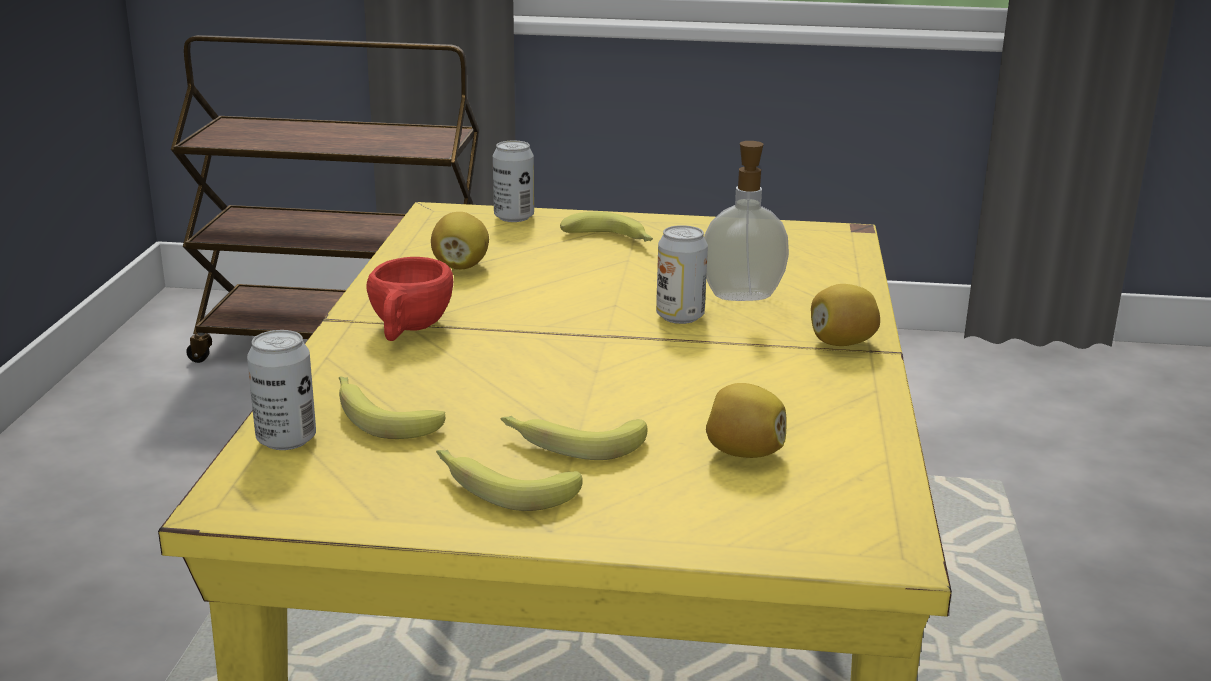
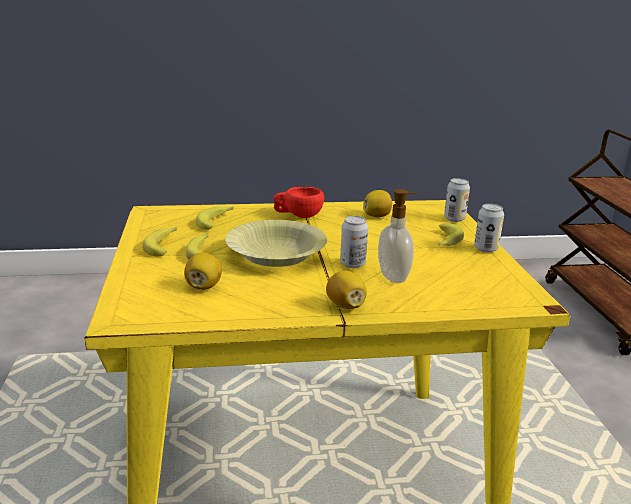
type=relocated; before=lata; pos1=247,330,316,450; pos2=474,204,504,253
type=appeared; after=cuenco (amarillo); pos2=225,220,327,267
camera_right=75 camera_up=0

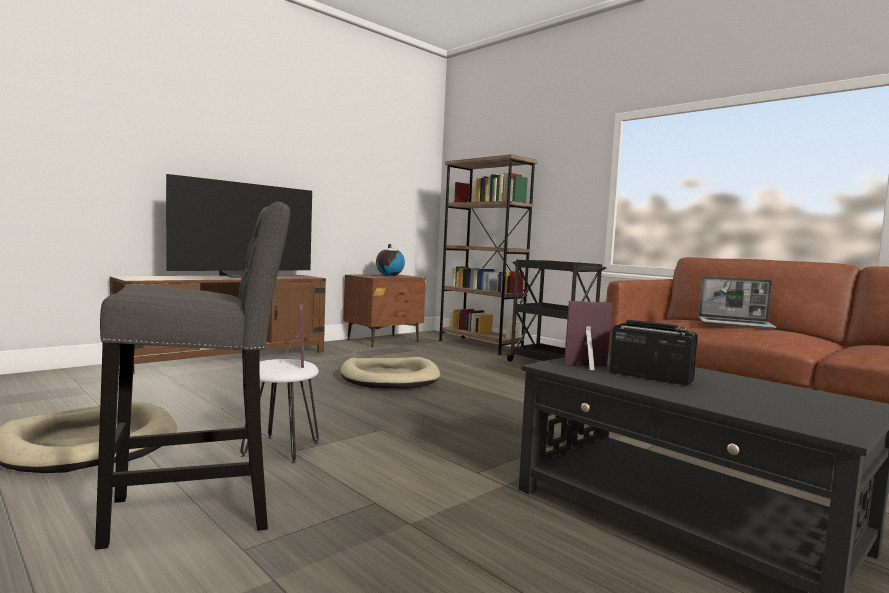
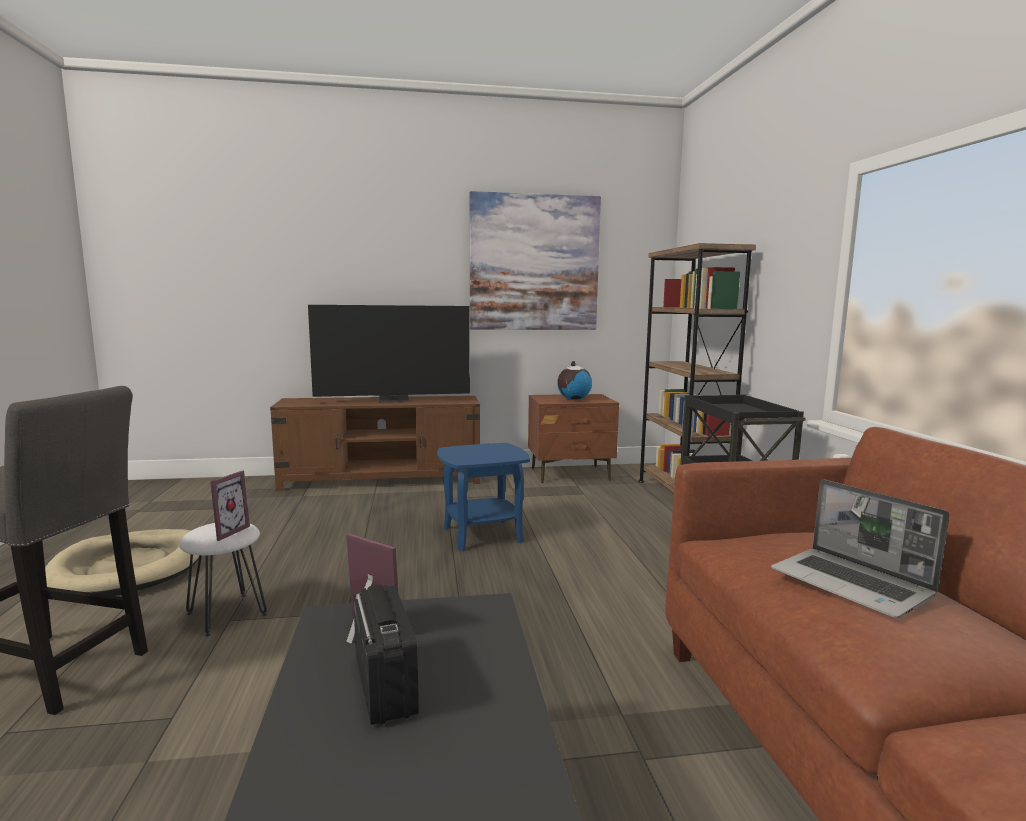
type=exchanged; before=cama para perro (beis); after=mesa auxiliar (azul); pos1=341,357,440,389; pos2=438,443,530,551
type=appeared; after=cuadro; pos2=469,191,601,330
camera_right=35 camera_up=5

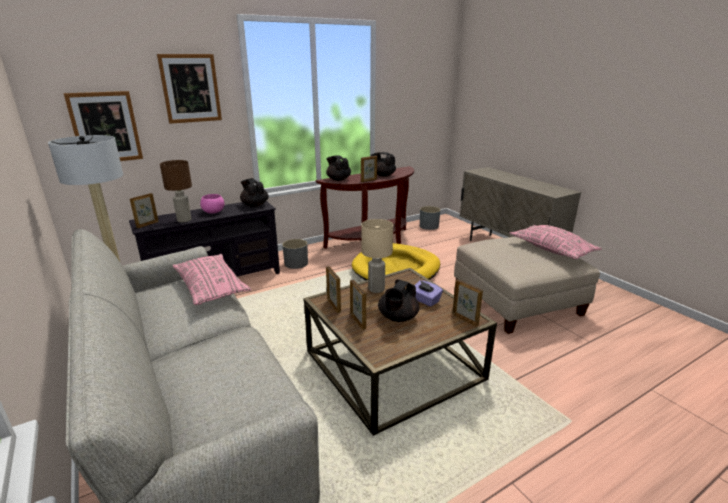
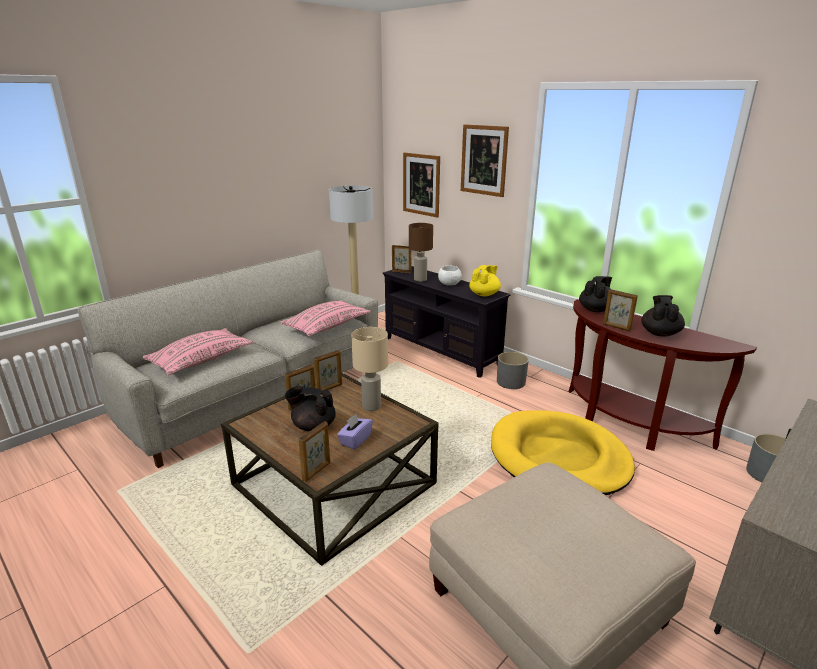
type=colour; before=cuenco (rosa); after=cuenco (blanco); pos1=200,194,224,214; pos2=438,266,462,286
type=colour; before=tetera (negro); after=tetera (amarillo); pos1=240,178,269,207; pos2=469,265,501,296
type=relocated; before=cojín (rosa); pos1=510,225,602,259; pos2=143,328,253,375
camera_right=75 camera_up=0

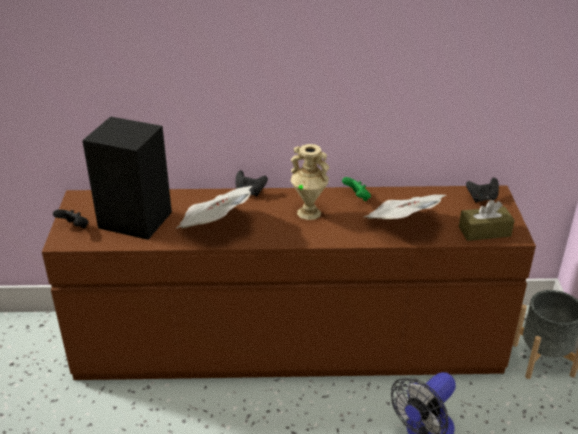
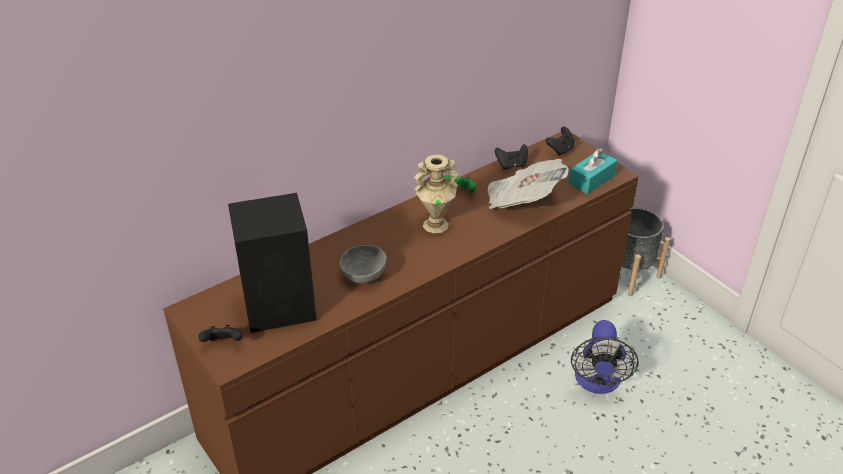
type=exchanged; before=periódico; after=cuenco (gris); pos1=176,186,252,229; pos2=339,245,387,283
type=relocated; before=mando de consola (negro); pos1=236,170,268,196; pos2=495,144,528,170
type=colour; before=caja de pañuelos (marrón); after=caja de pañuelos (turquesa); pos1=459,200,515,241; pos2=569,148,617,194
camera_right=-35 camera_up=5

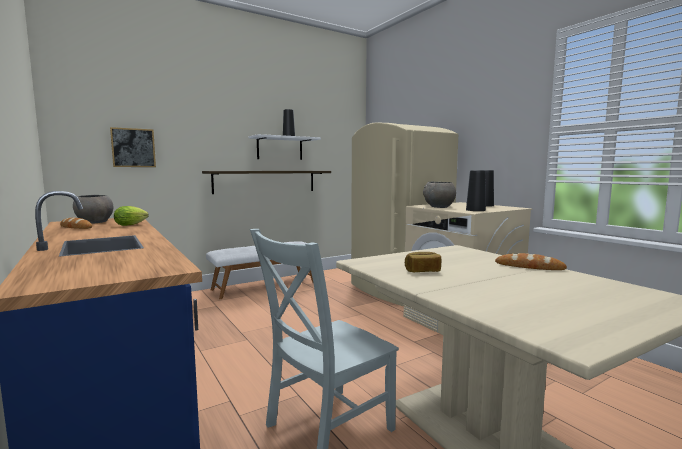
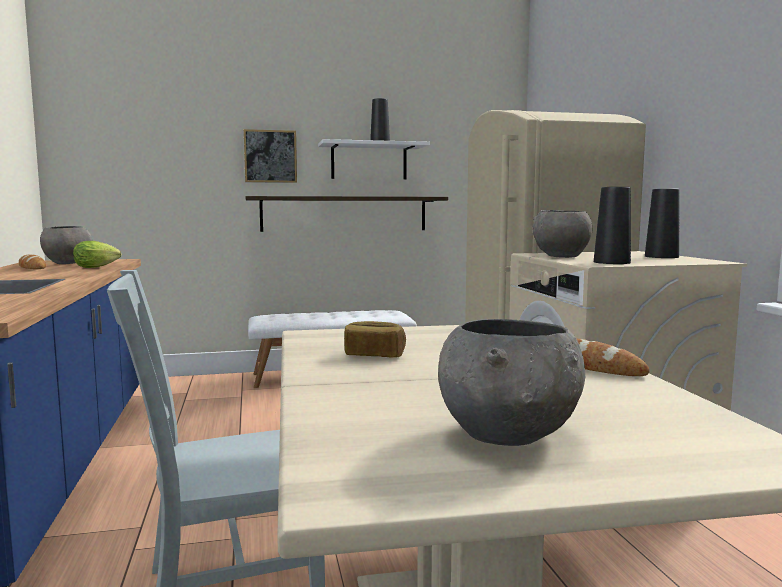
type=relocated; before=cuadro; pos1=110,127,156,167; pos2=244,129,297,183
type=appeared; after=cuenco (gris); pos2=438,319,585,446
camera_right=20 camera_up=0

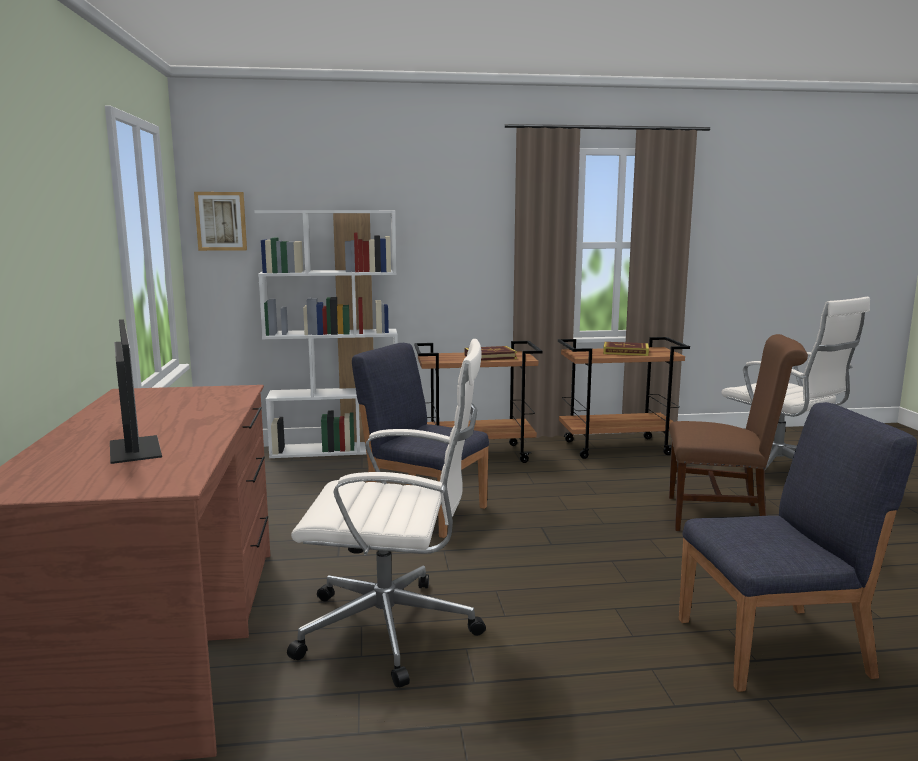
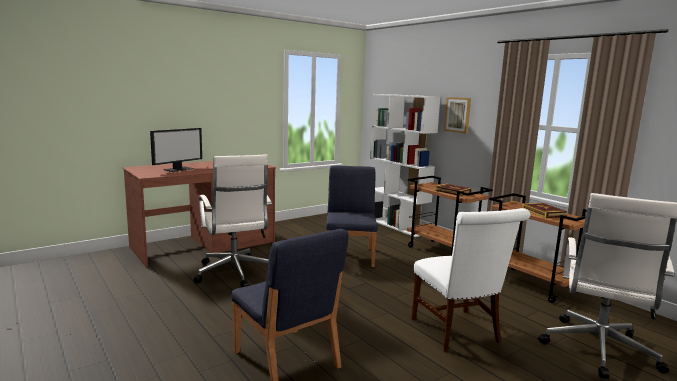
type=relocated; before=cuadro; pos1=194,192,247,251; pos2=444,97,471,134
type=colour; before=silla (marrón); after=silla (blanco); pos1=669,334,808,531; pos2=411,208,531,352
camera_right=60 camera_up=0

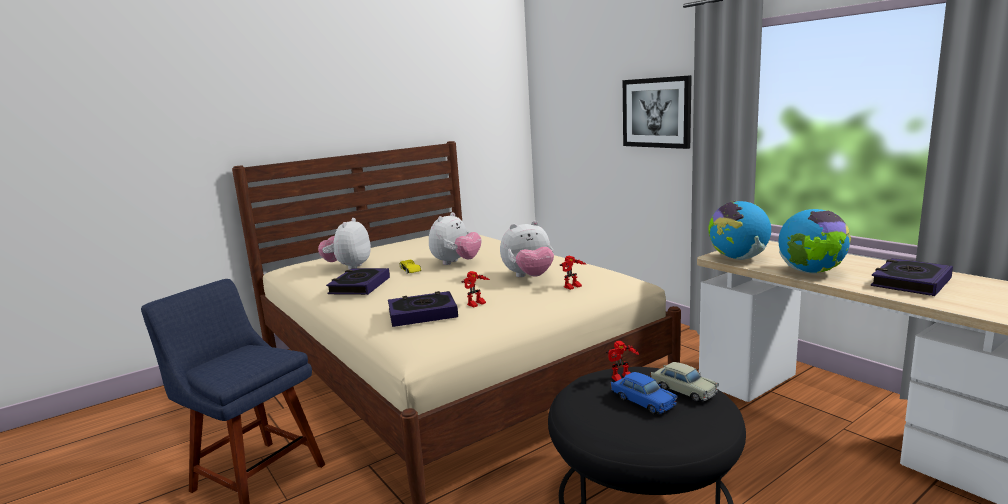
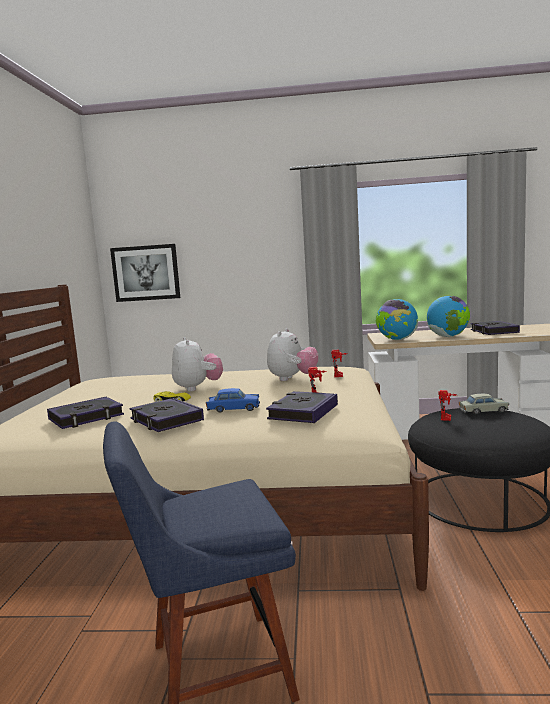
type=exchanged; before=peluche; after=libro; pos1=318,218,371,270; pos2=47,397,124,429
type=relocated; before=coche de juguete (azul); pos1=610,372,678,414; pos2=206,388,260,413
type=relocated; before=cuadro; pos1=623,75,692,149; pos2=110,244,180,302
camera_right=-50 camera_up=-5

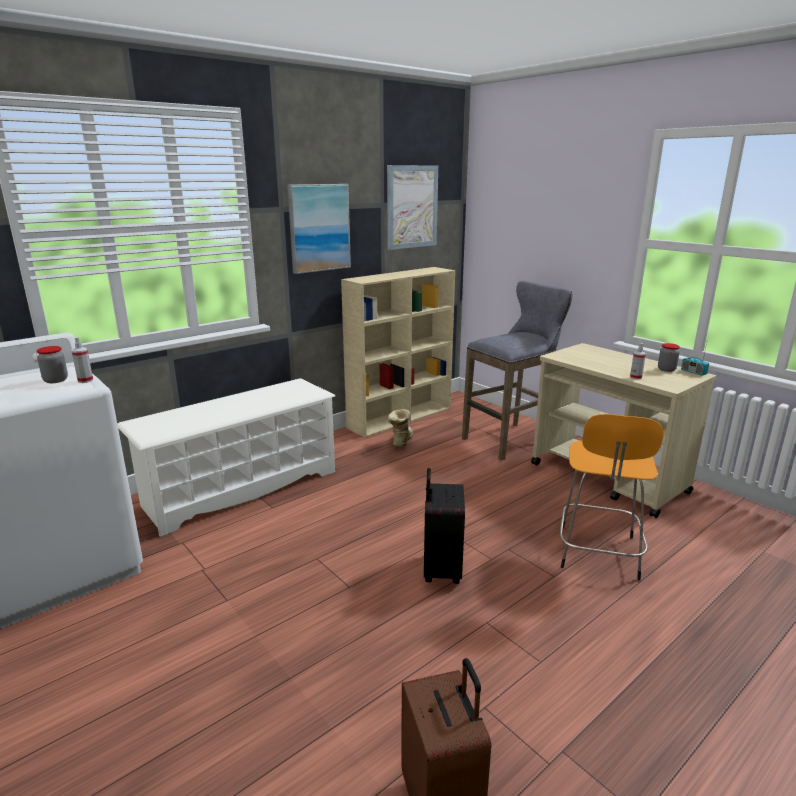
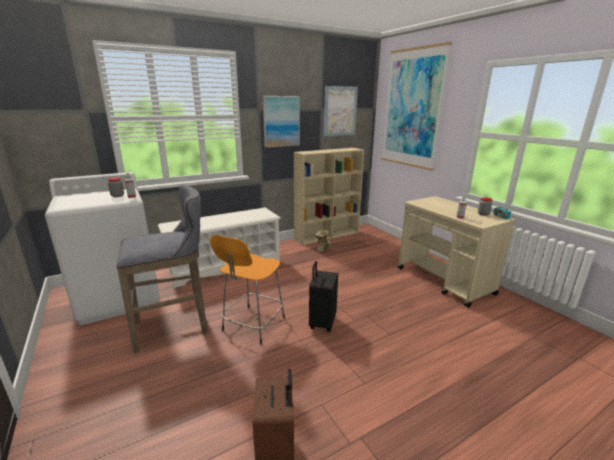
type=relocated; before=taburete (gris); pos1=462,281,572,461; pos2=116,184,208,353
type=relocated; before=taburete (naranja); pos1=560,414,664,580; pos2=210,235,285,344
type=appeared; after=cuadro; pos2=381,42,452,171
camera_right=10 camera_up=0

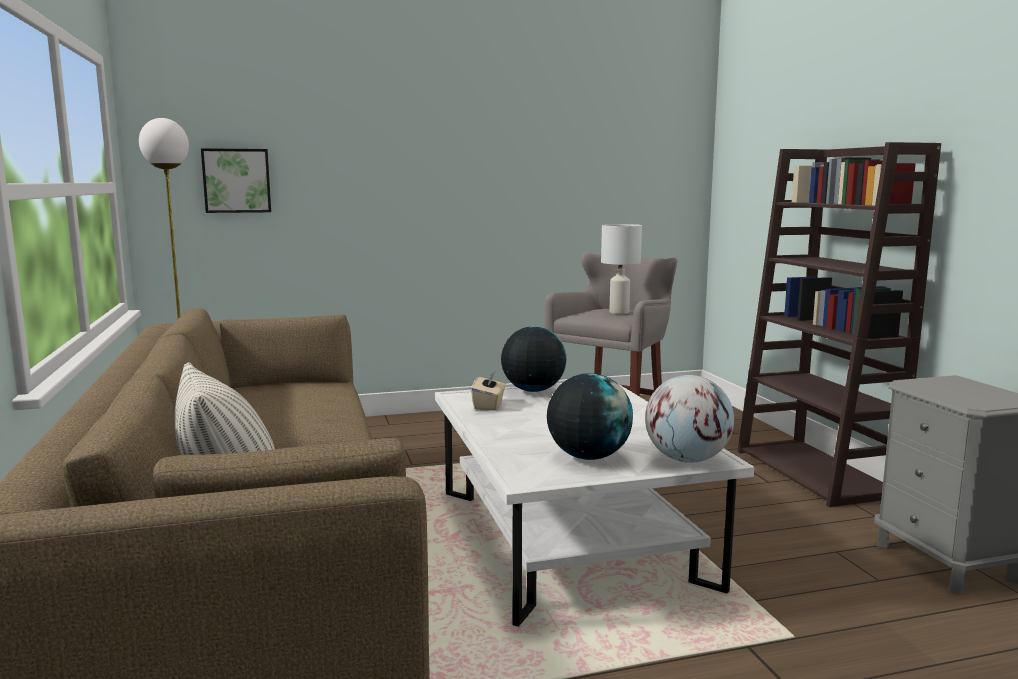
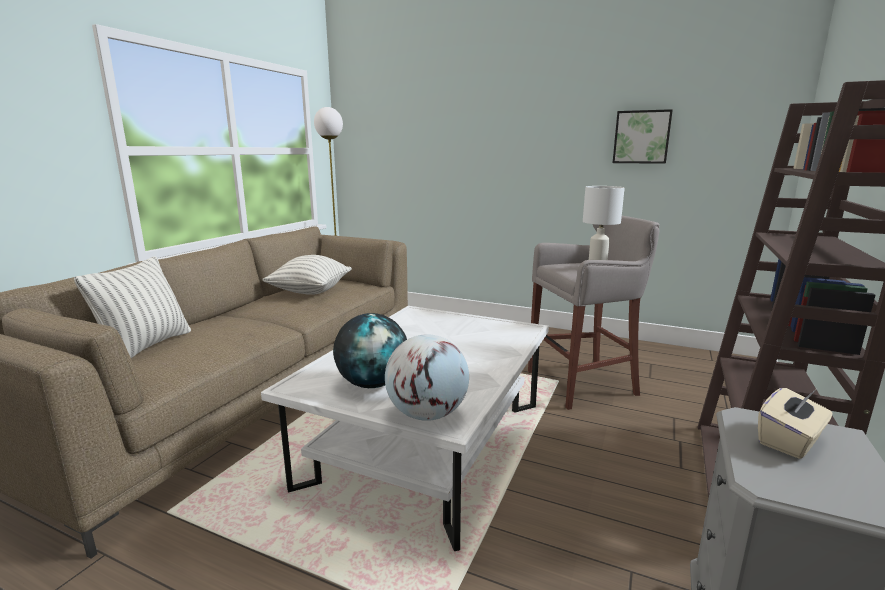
type=relocated; before=cuadro; pos1=201,148,271,213; pos2=613,109,673,164
type=relocated; before=caja de pañuelos (beis); pos1=471,372,506,411; pos2=758,388,833,459
type=missing; before=globo terráqueo; pos1=501,326,566,392
type=appeared; after=cojín; pos2=262,255,352,295
camera_right=40 camera_up=5

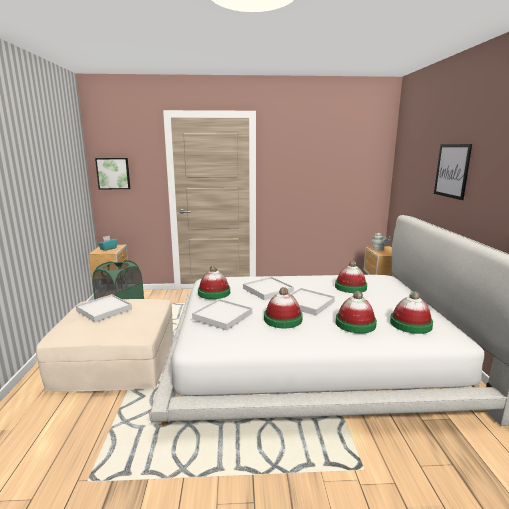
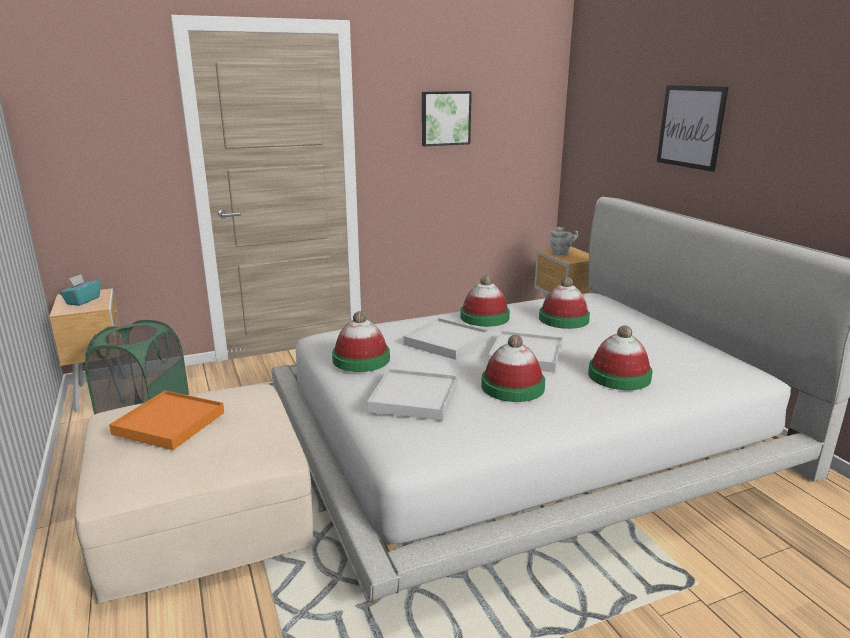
type=colour; before=bandeja (blanco); after=bandeja (naranja); pos1=76,294,132,322; pos2=109,391,224,450
type=relocated; before=cuadro; pos1=95,158,130,189; pos2=422,91,472,146
type=relocated; before=sombrero; pos1=390,291,433,334; pos2=460,275,510,327
camera_right=-20 camera_up=5

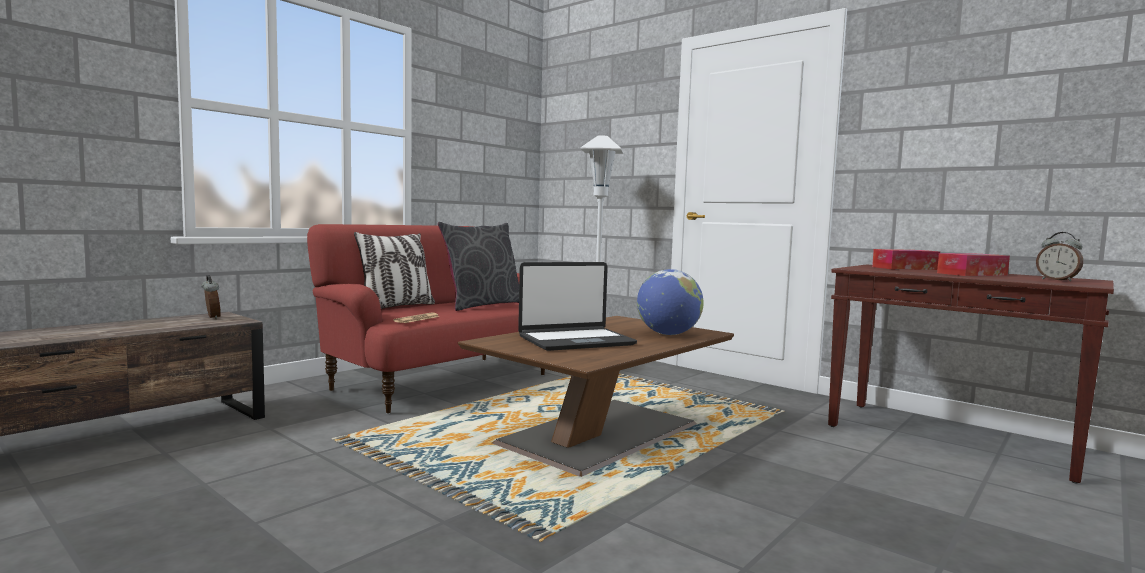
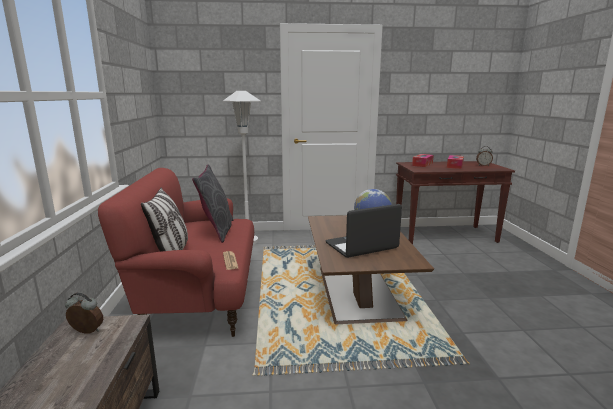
type=spun; before=portátil; pos1=518,262,637,351; pos2=325,204,402,258; turn=-135
camera_right=-45 camera_up=10

